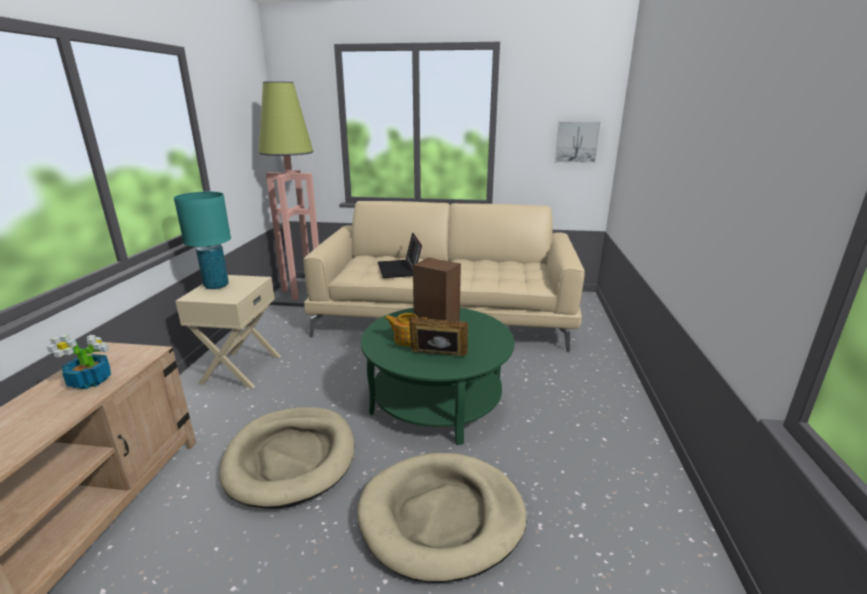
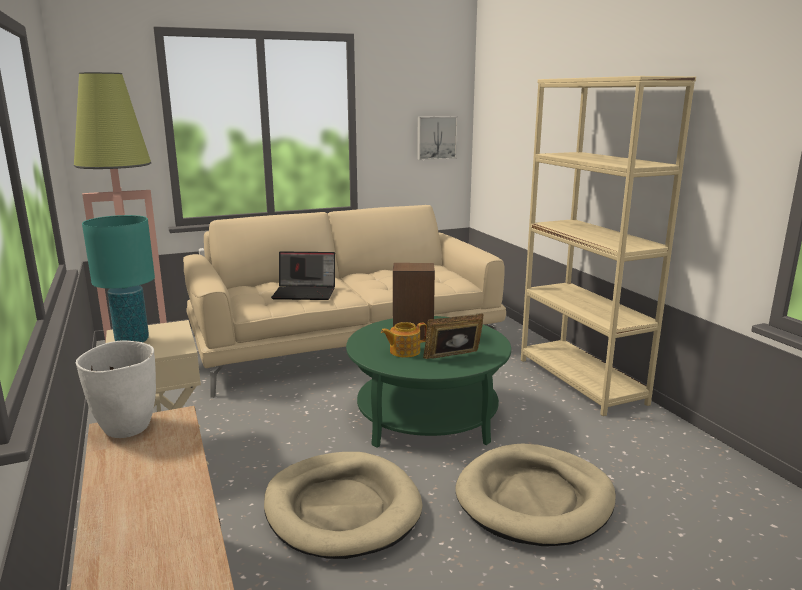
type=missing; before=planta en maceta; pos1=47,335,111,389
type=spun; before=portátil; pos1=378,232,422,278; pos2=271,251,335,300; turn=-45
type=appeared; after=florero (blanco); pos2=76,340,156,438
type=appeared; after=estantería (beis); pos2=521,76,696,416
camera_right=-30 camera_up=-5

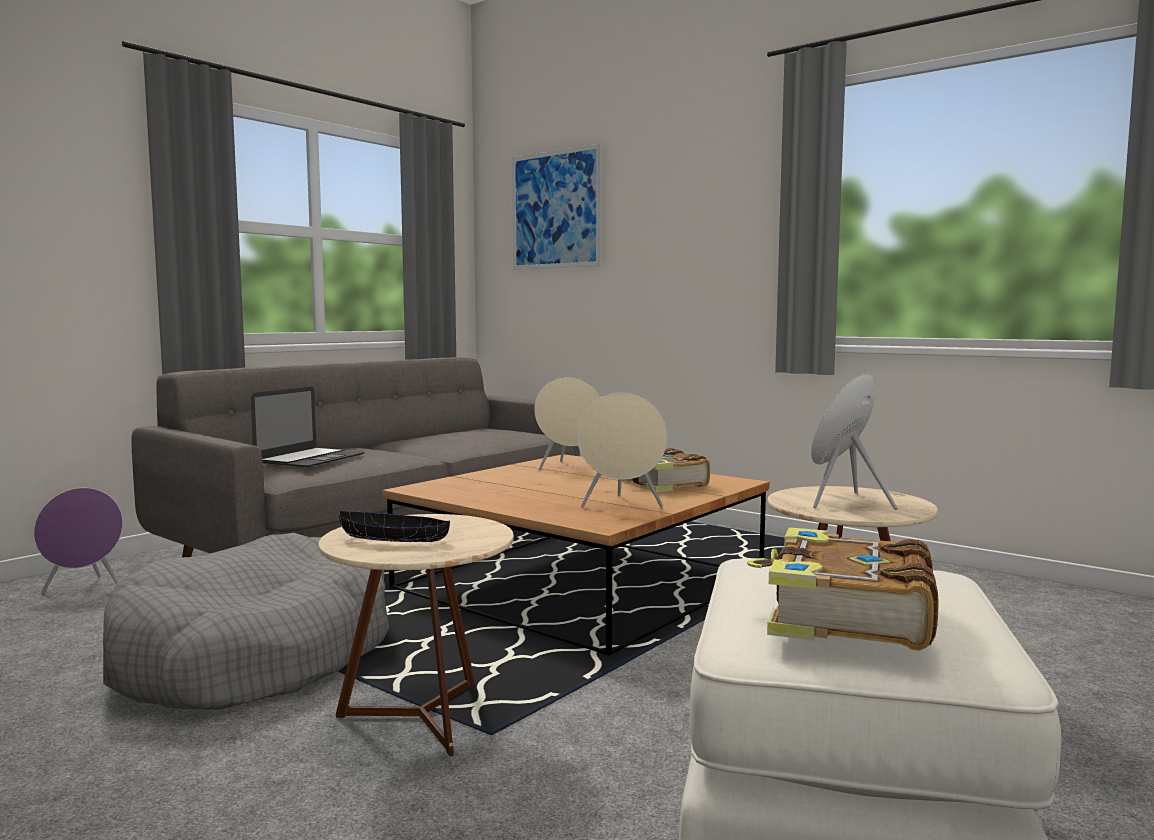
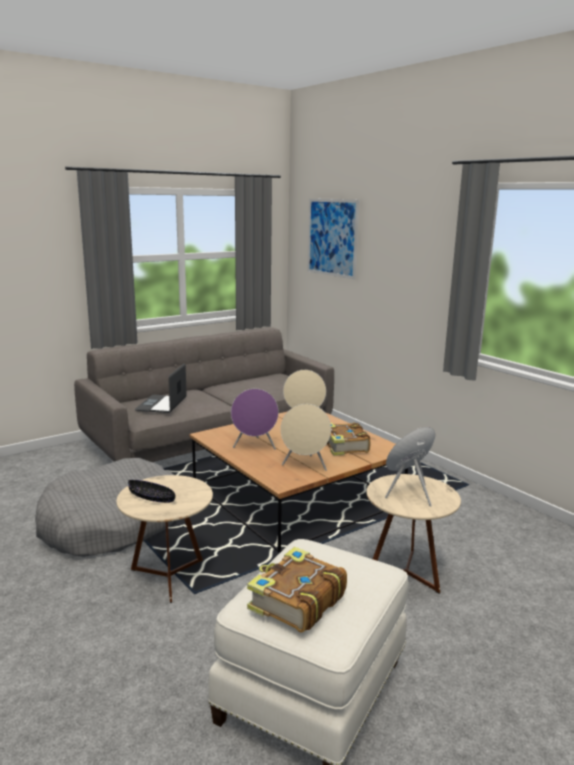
type=relocated; before=altavoz (morado); pos1=34,488,123,594; pos2=231,389,279,450
type=spun; before=portátil; pos1=251,387,365,467; pos2=135,363,187,413; turn=150
camera_right=15 camera_up=10

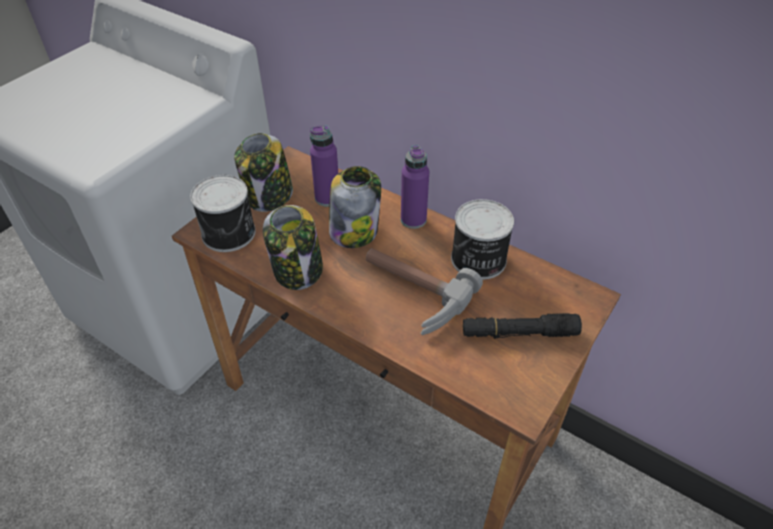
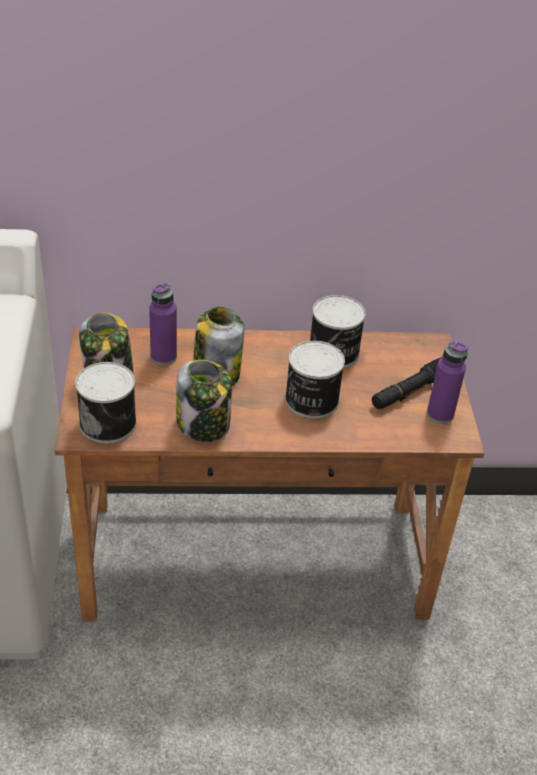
type=exchanged; before=martillo; after=lata; pos1=366,248,483,335; pos2=285,341,345,419
type=relocated; before=botella (morado); pos1=401,145,429,229; pos2=427,340,468,424
camera_right=-40 camera_up=-5

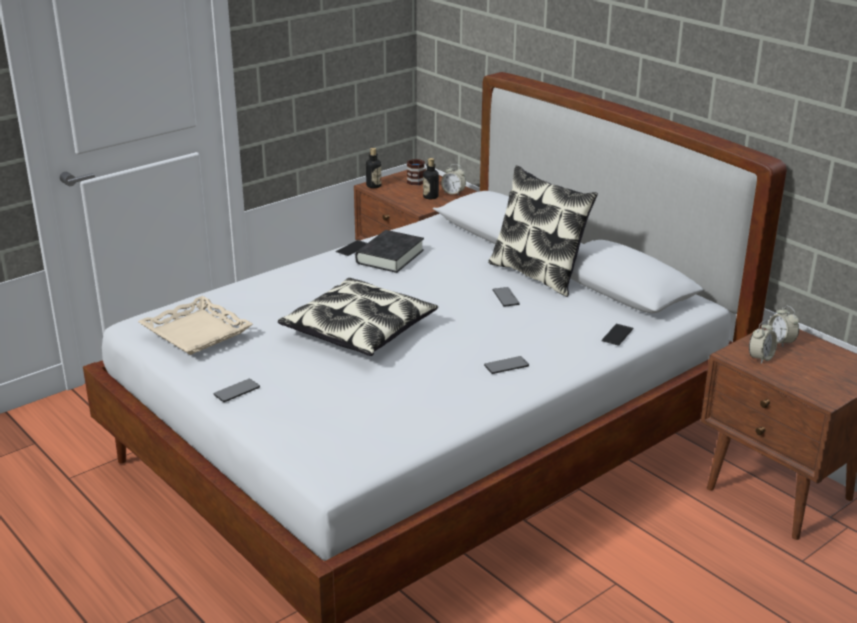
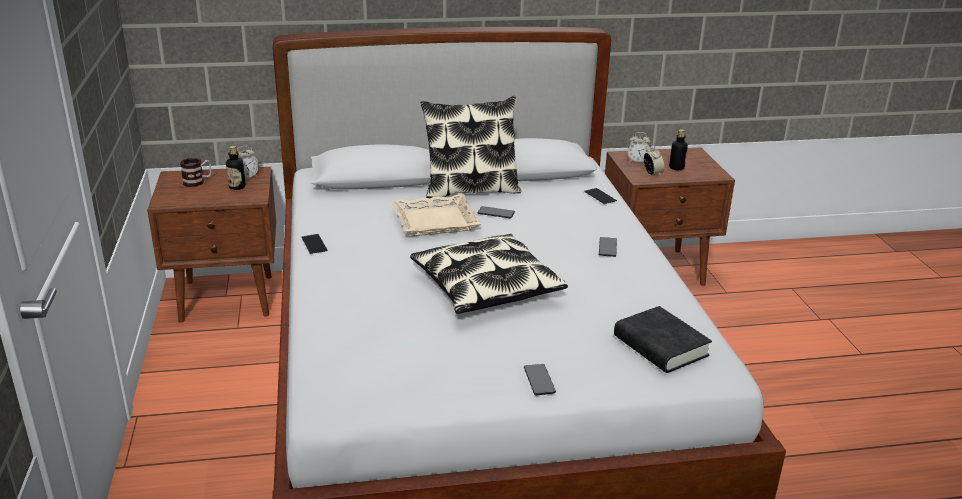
type=relocated; before=bandeja (beis); pos1=138,296,253,355; pos2=392,194,482,236
type=relocated; before=libro (negro); pos1=355,230,424,273; pos2=614,306,712,373
type=relocated; before=botella; pos1=366,148,382,188; pos2=669,129,688,170
camera_right=-60 camera_up=0

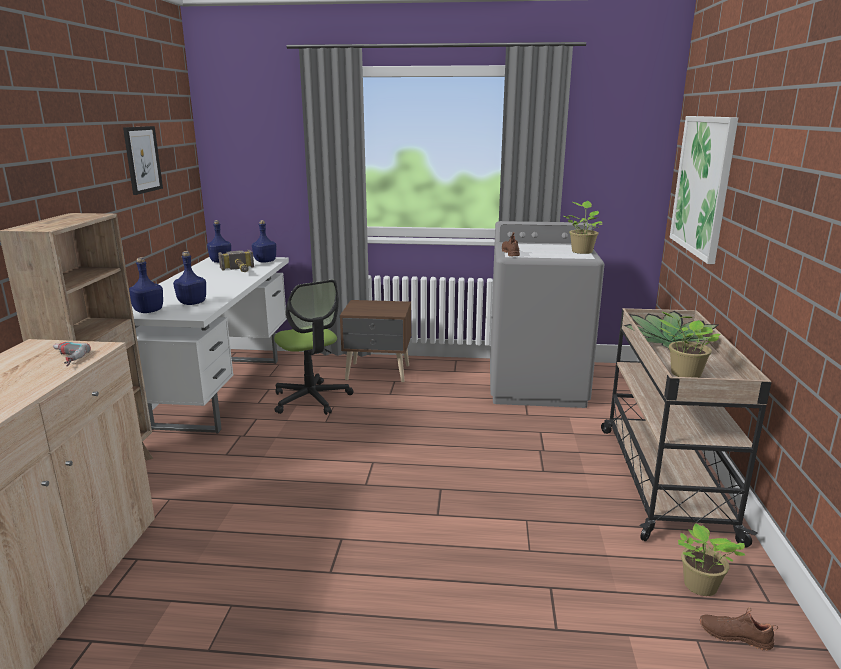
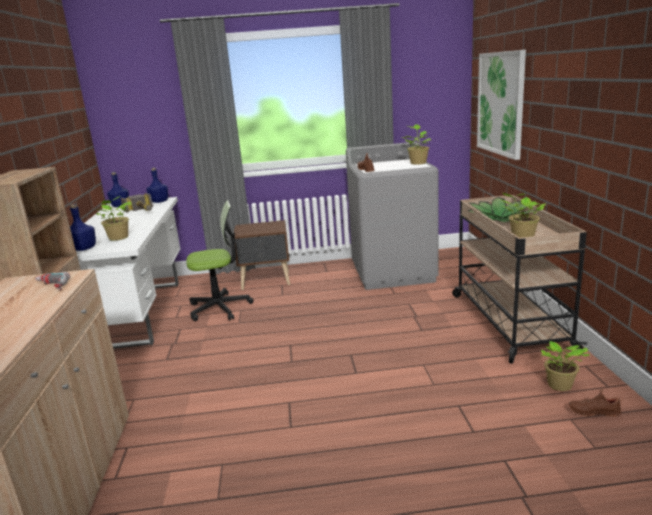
type=missing; before=cuadro; pos1=123,126,163,195
type=exchanged; before=botella (azul); after=planta en maceta; pos1=173,251,206,305; pos2=96,196,132,241
type=spun; before=silla de oficina; pos1=274,280,353,415; pos2=186,200,254,321; turn=-60
camera_right=-10 camera_up=0

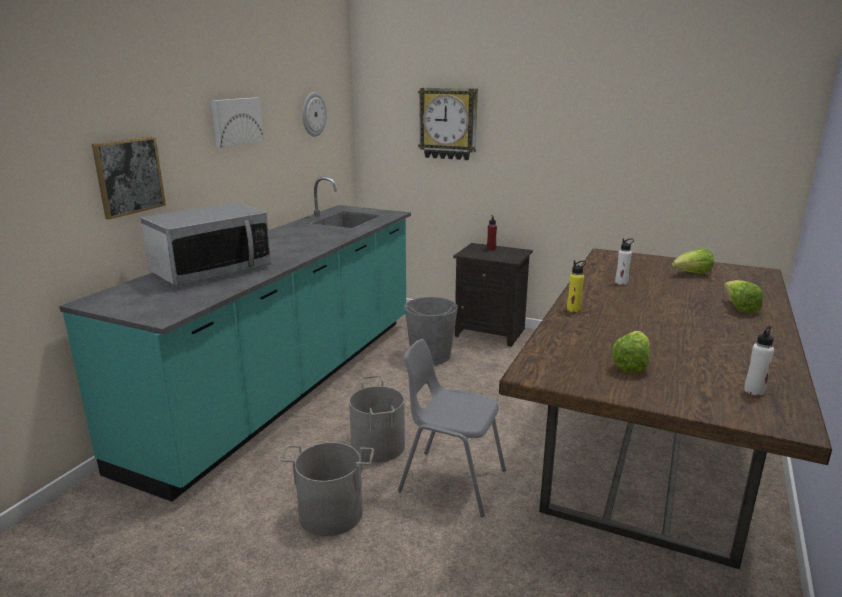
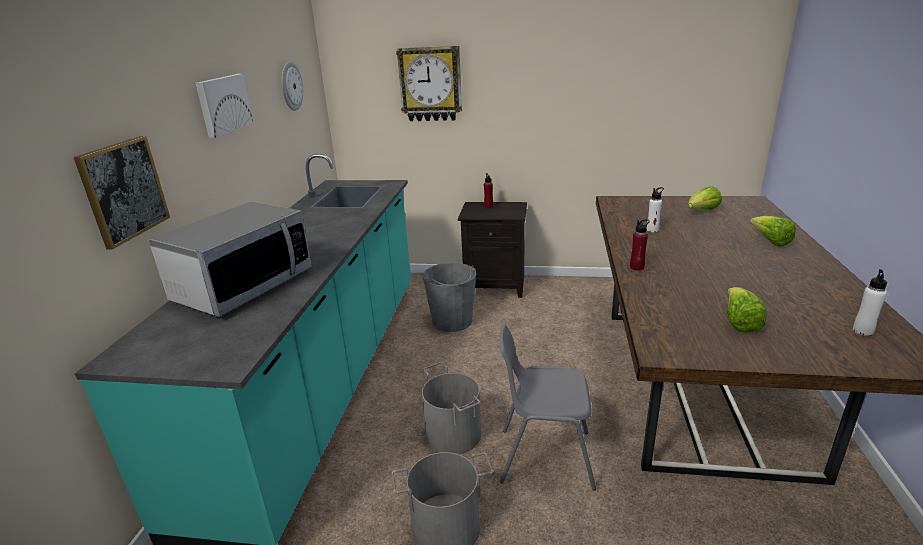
type=colour; before=botella (amarillo); after=botella (rojo); pos1=567,260,586,312; pos2=630,219,650,270
camera_right=-15 camera_up=5

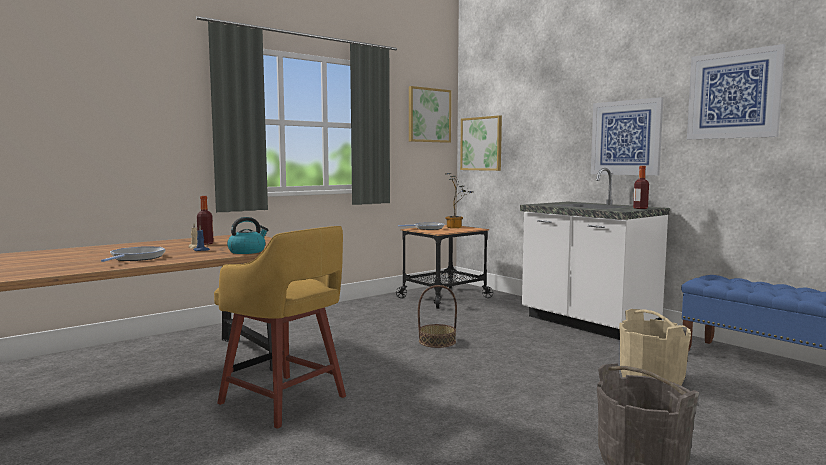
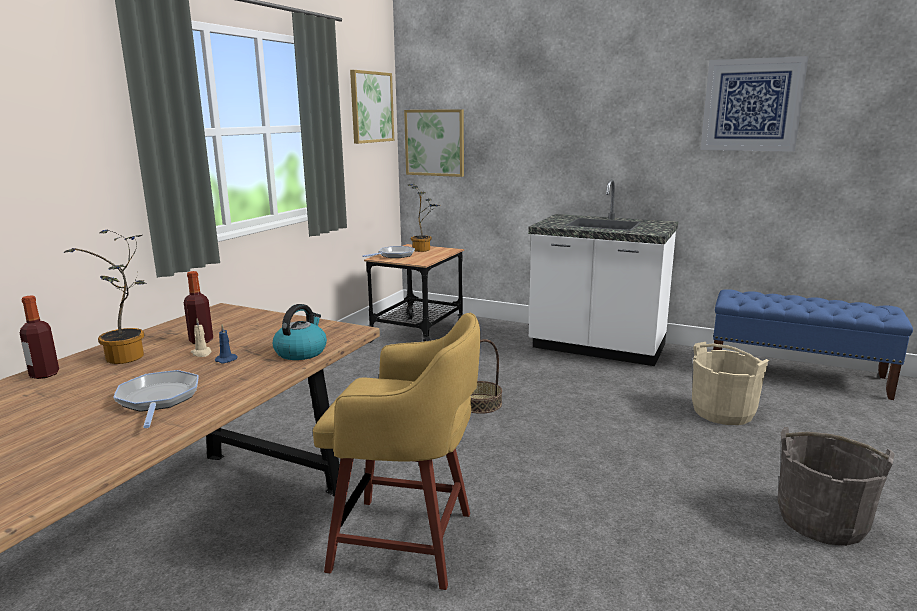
type=missing; before=cuadro; pos1=591,97,663,175
type=relocated; before=botella; pos1=633,166,649,209; pos2=20,295,59,379
type=appeared; after=planta en maceta; pos2=64,230,147,364
camera_right=-25 camera_up=10

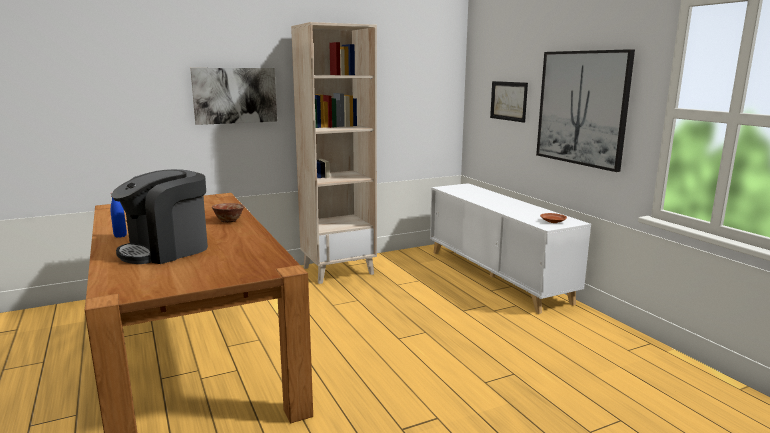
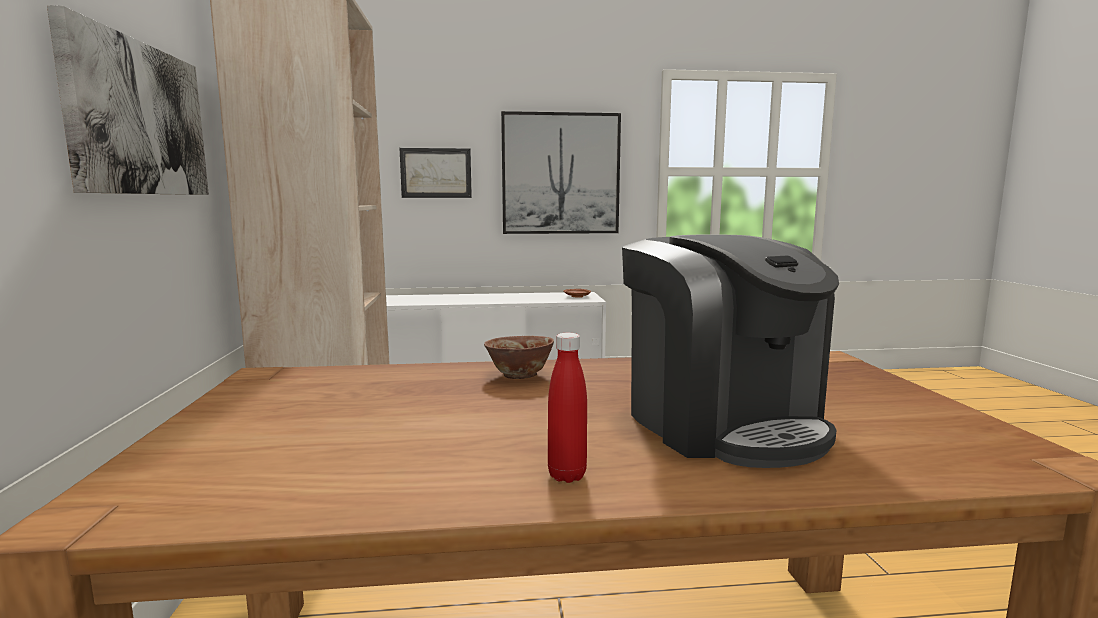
type=colour; before=botella (azul); after=botella (rojo); pos1=111,192,127,238; pos2=548,333,587,483
camera_right=-70 camera_up=-5

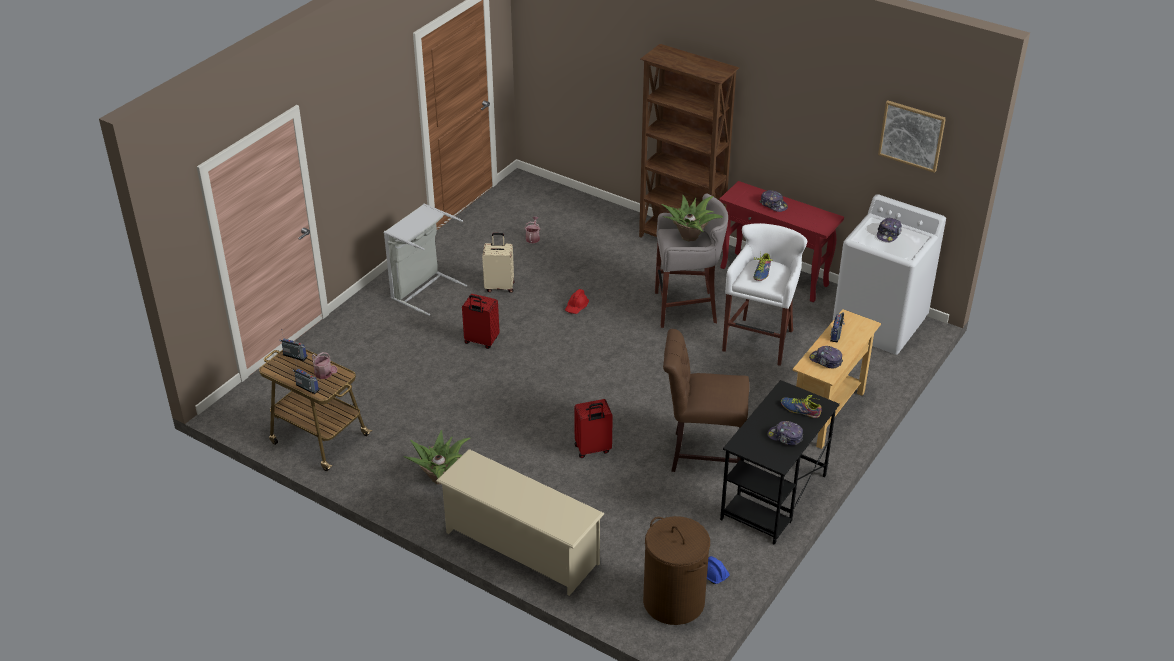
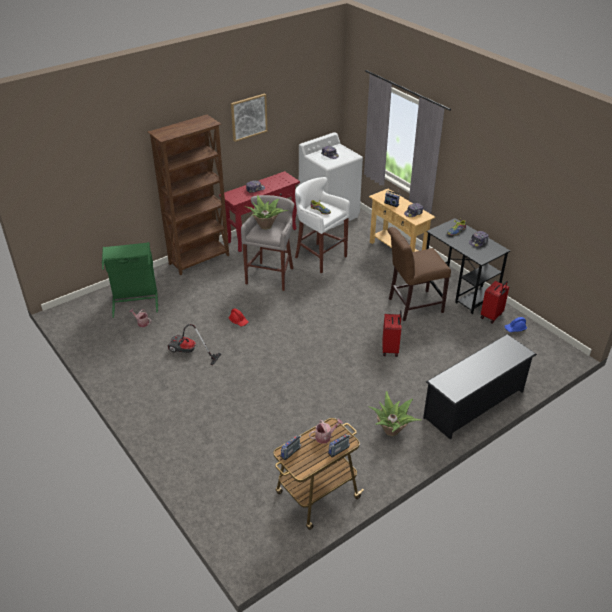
type=missing; before=cesto de la ropa (gris); pos1=384,204,467,316
type=colour; before=zapatero (beis); after=zapatero (negro); pos1=436,449,604,596; pos2=423,334,537,439
type=relocated; before=maleta (rojo); pos1=462,294,500,349; pos2=481,281,509,324
type=exchanged; before=maleta (beis); after=aspiradora; pos1=482,233,515,293; pos2=167,324,221,365
type=missing; before=cesto de la ropa (marrón); pos1=643,516,710,625
type=spun; before=silla (marrón); pos1=663,329,750,472; pos2=388,227,451,321; turn=45
type=relocated; before=cuadro; pos1=878,101,946,173; pos2=231,93,268,142
type=appeared; after=cesto de la ropa (verde); pos2=102,242,158,318
camera_right=-70 camera_up=0

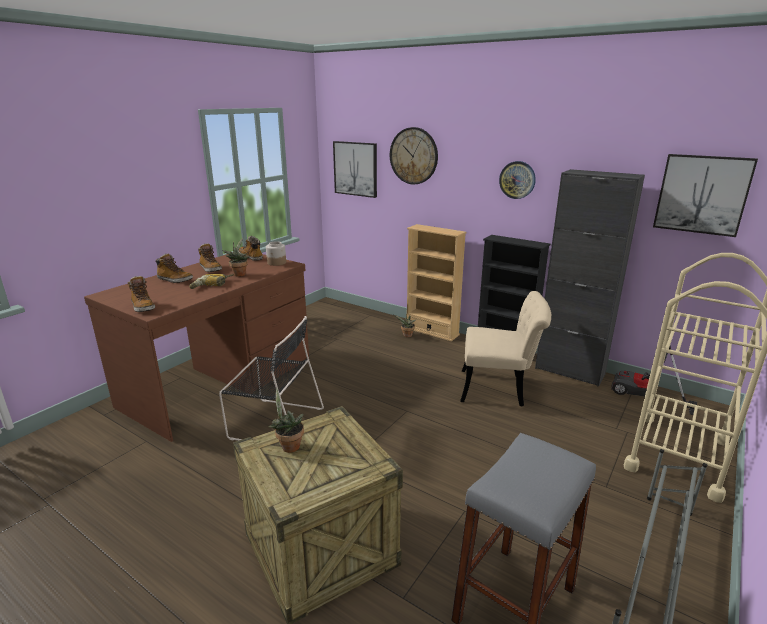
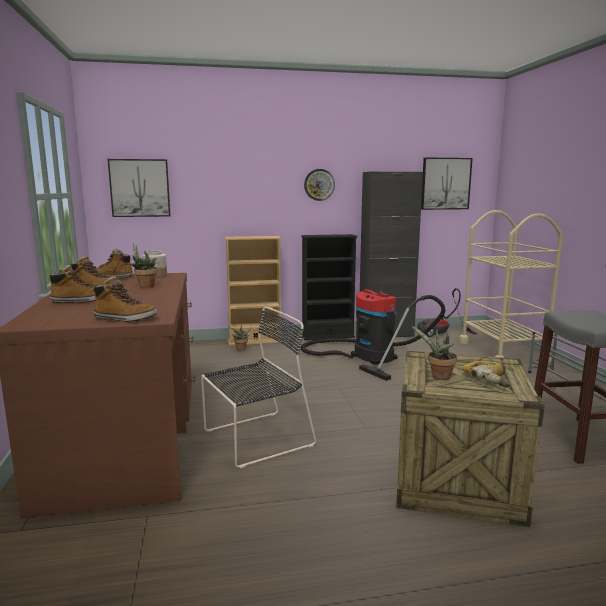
type=relocated; before=taladro; pos1=189,274,234,289; pos2=462,357,520,388
type=missing; before=reloj de pared; pos1=390,127,438,185
type=exchanged; before=silla (beis); after=aspiradora; pos1=461,291,551,407; pos2=301,289,445,381
camera_right=-45 camera_up=-10

